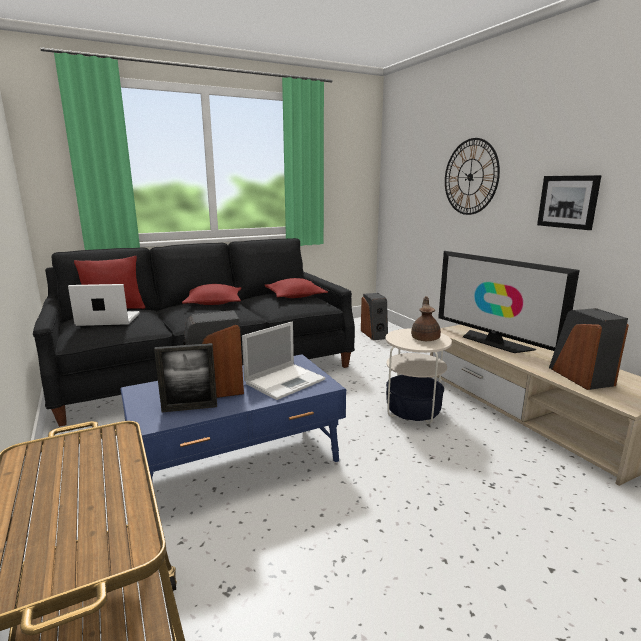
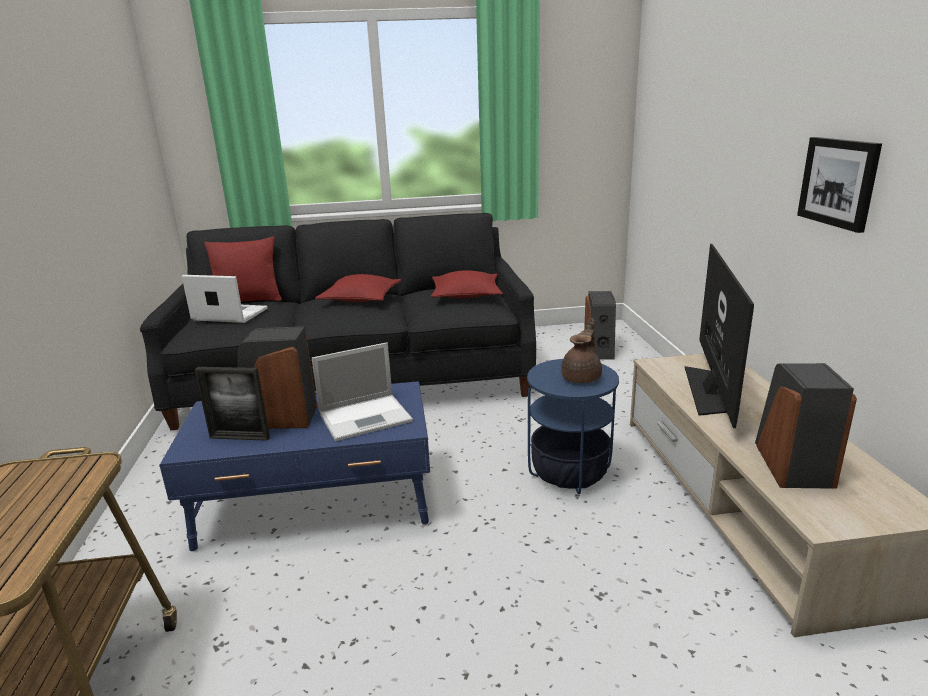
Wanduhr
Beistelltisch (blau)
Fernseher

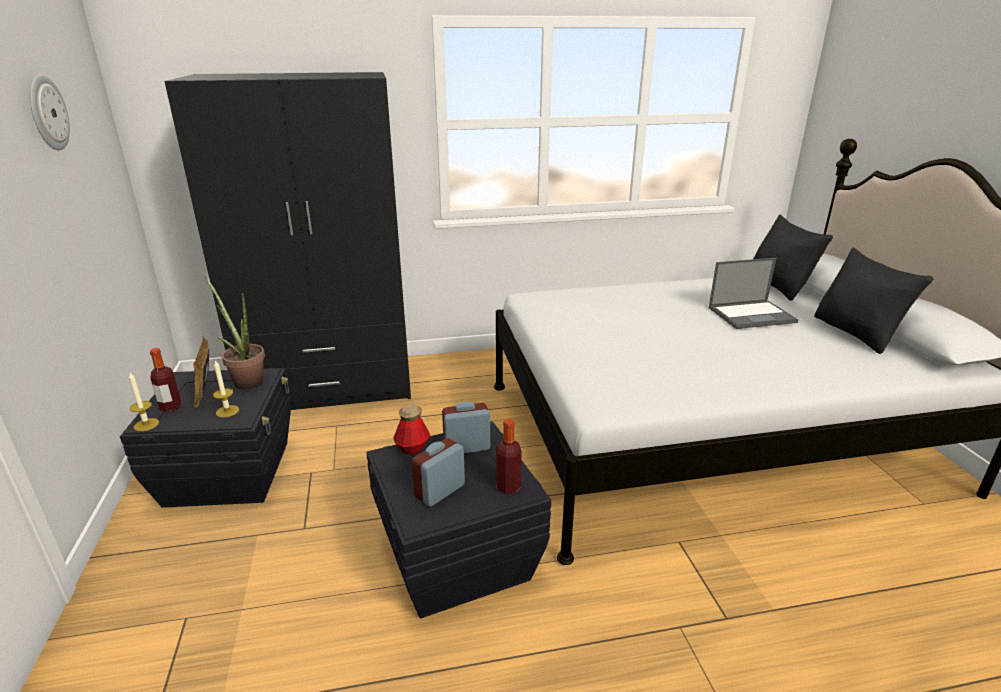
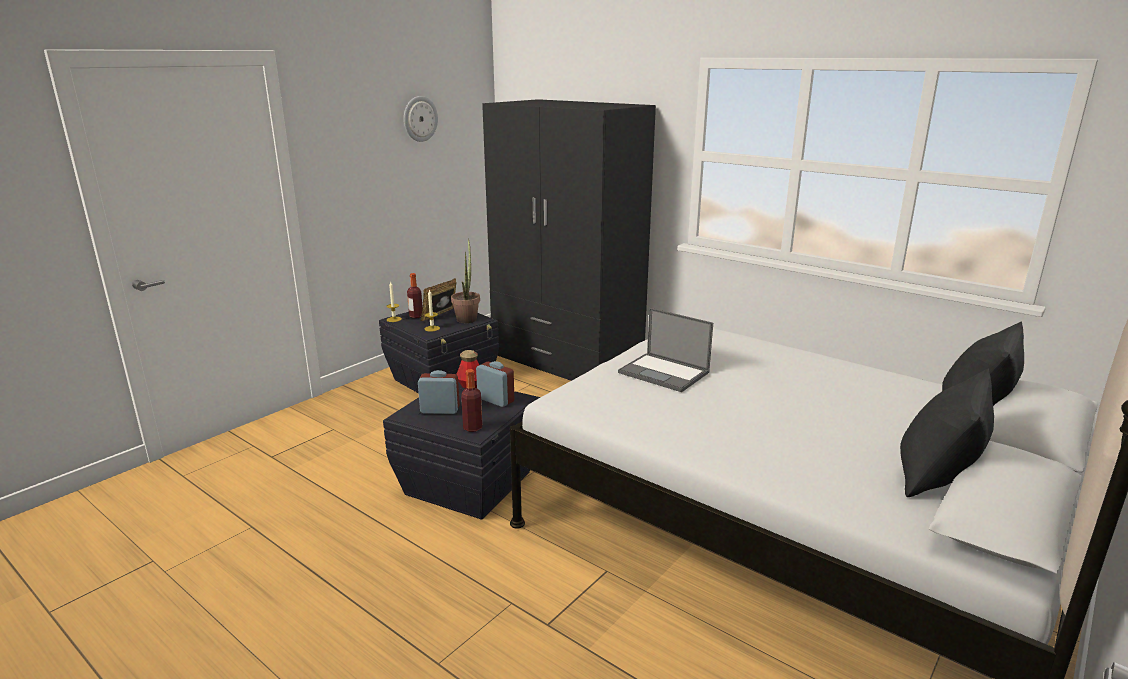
Laptop

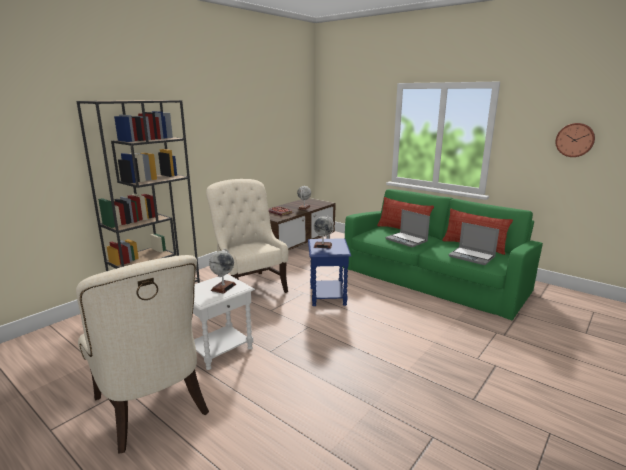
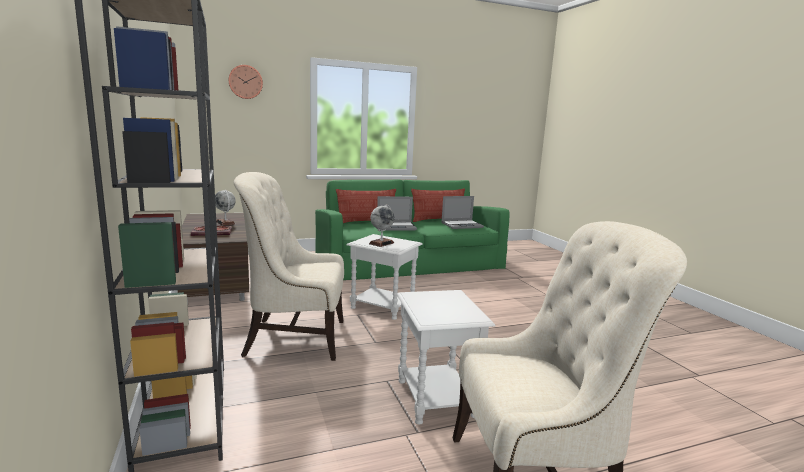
Globus (1st from left in the first image)
Wanduhr
Beistelltisch (weiß) (1st from left)

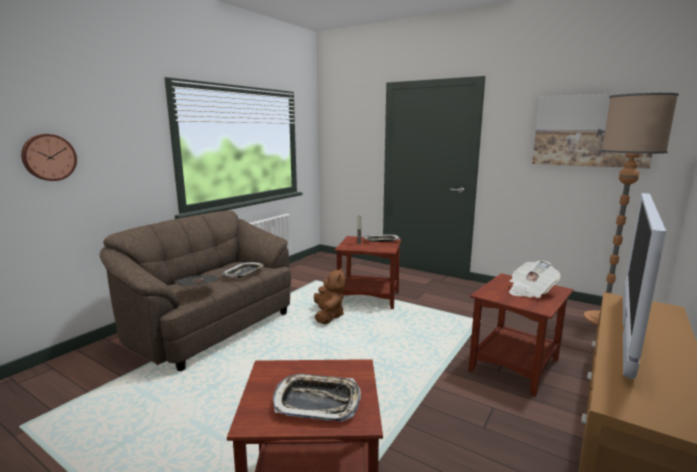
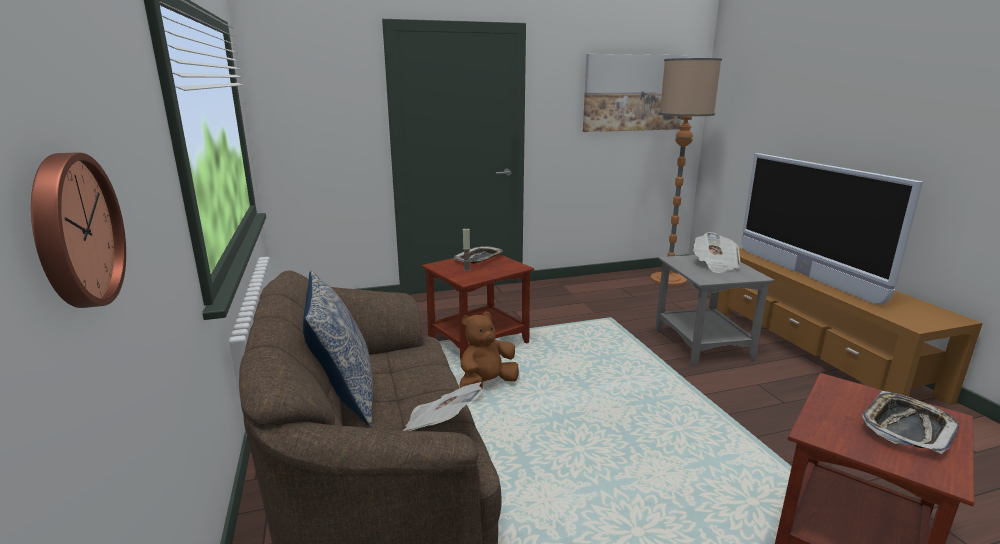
Tablett (1st from left in the first image)
Kissen
Beistelltisch (grau)
Plüschtier (braun)

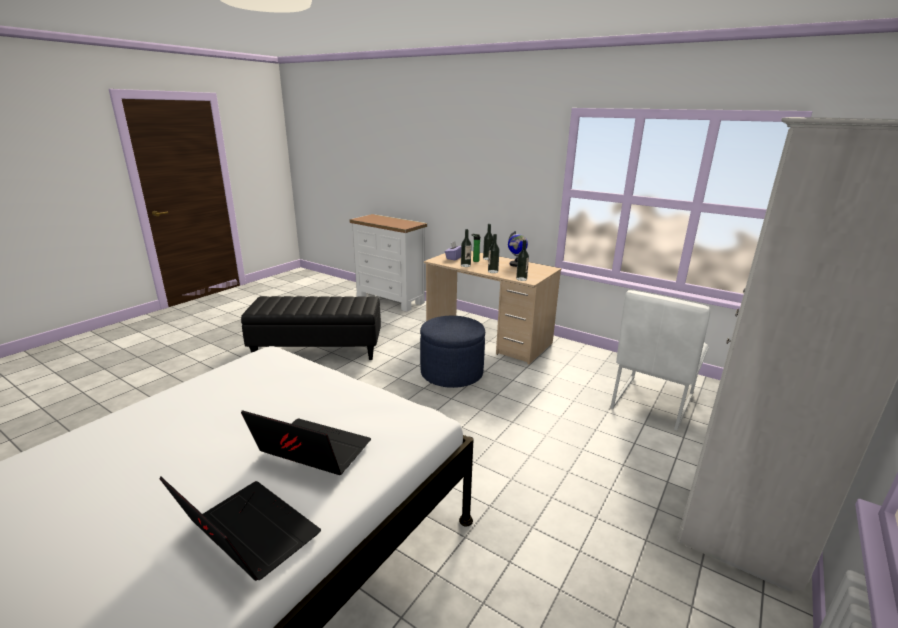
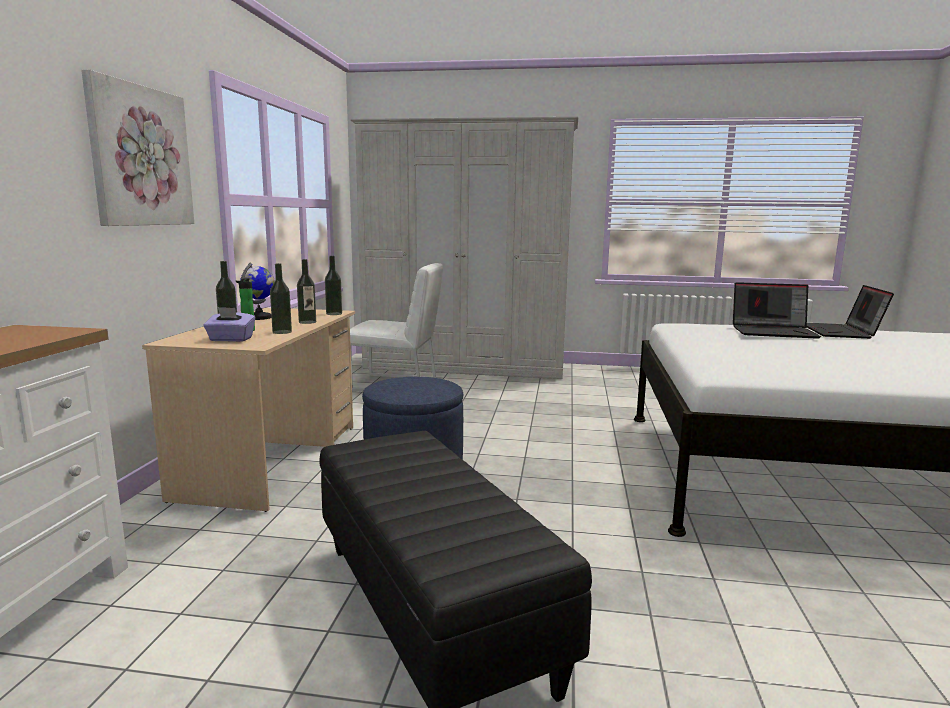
Bild
Laptop (1st from left)

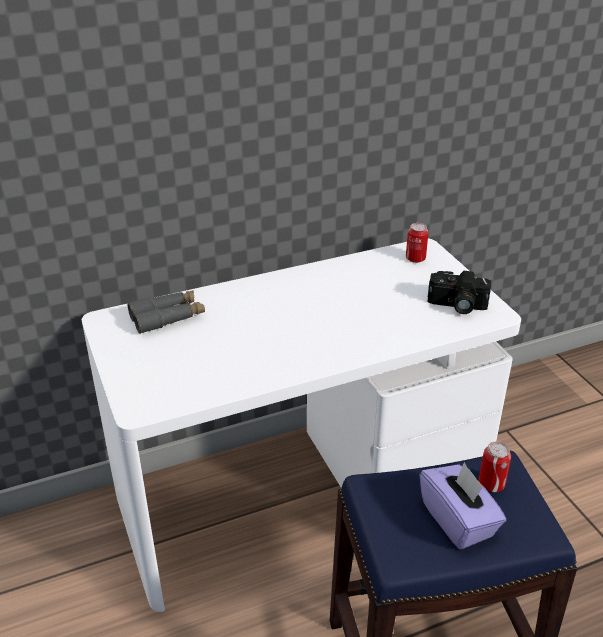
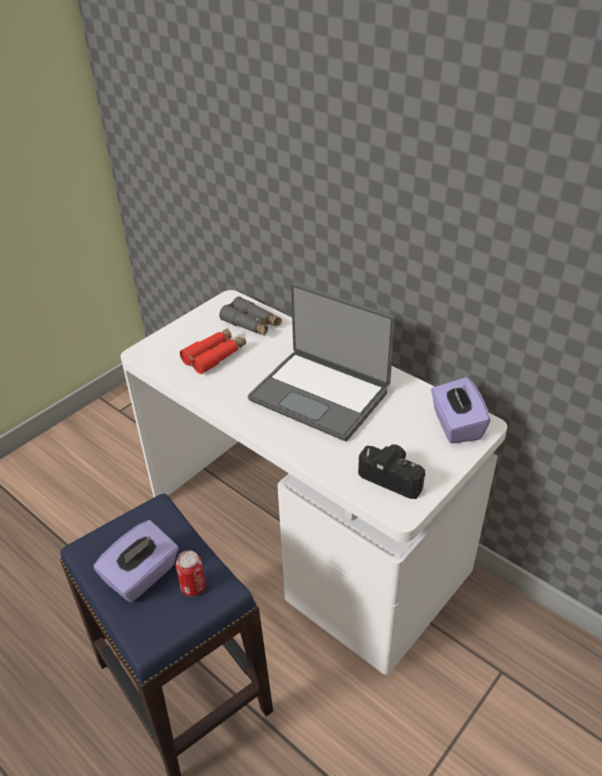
Fernglas (rot)
Laptop
Taschentuchbox (lila) (2nd from left)
Kamera

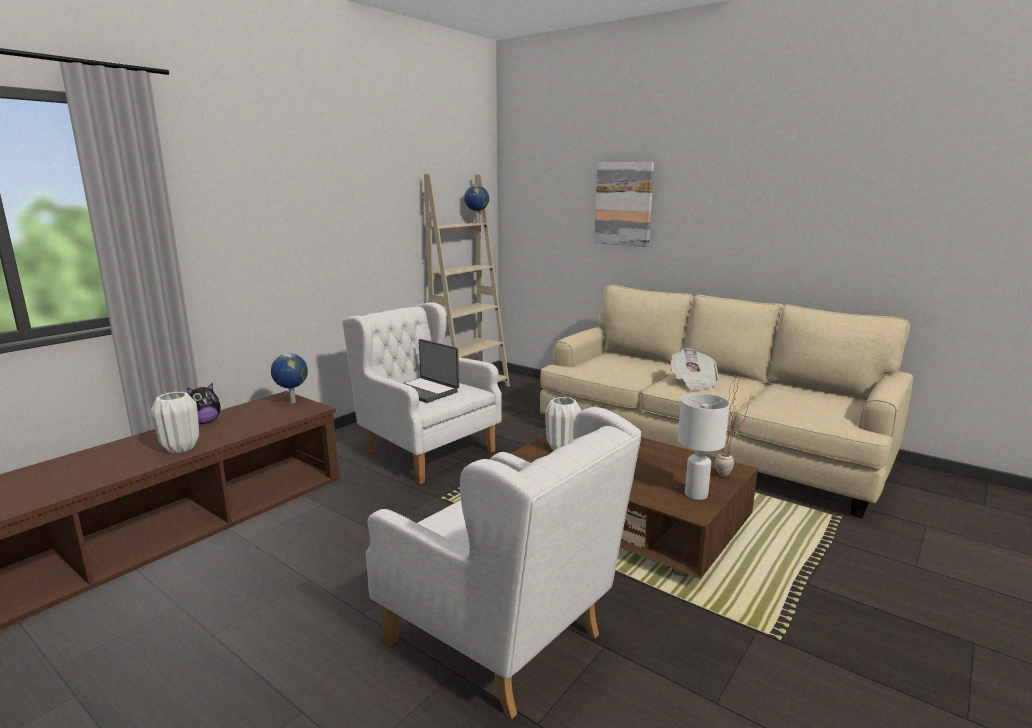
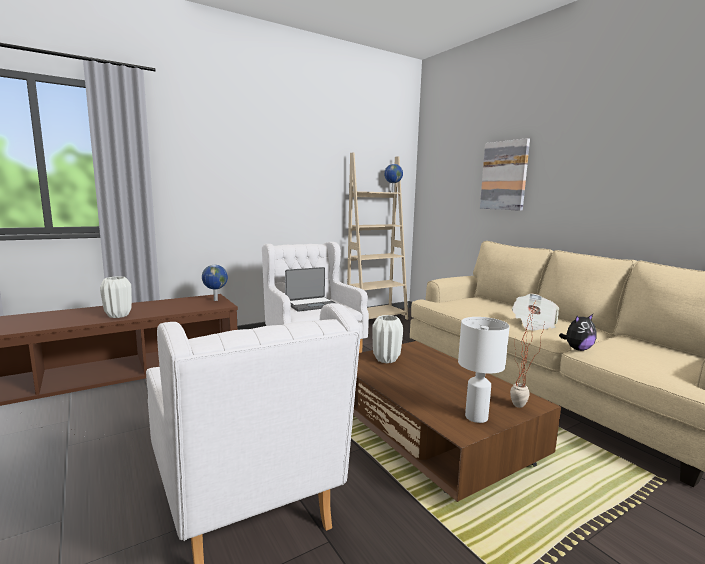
Plüschtier
Laptop

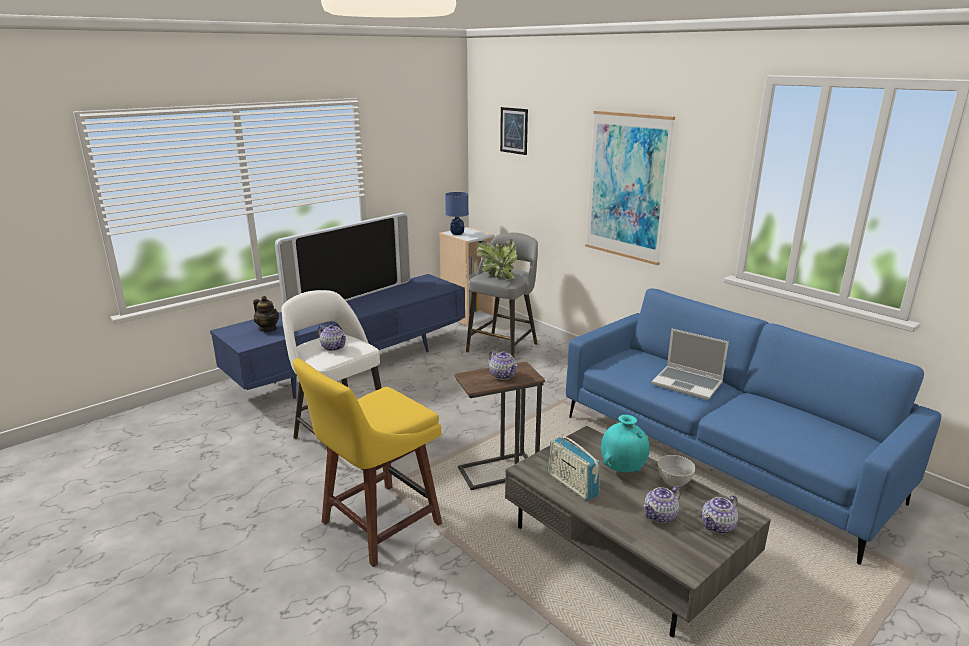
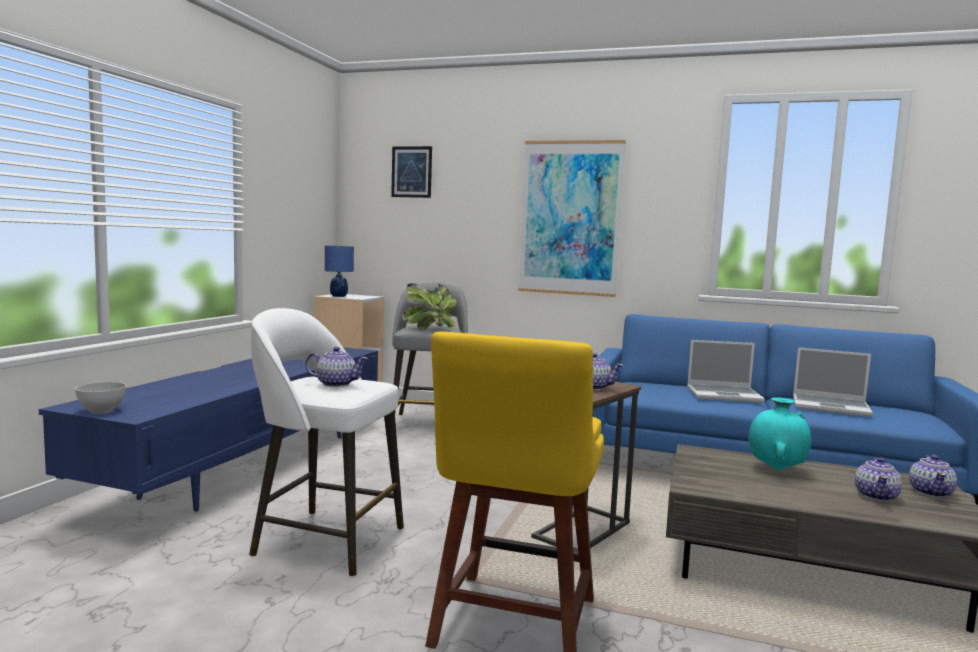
Teekanne (1st from left in the first image)
Fernseher
Radio
Laptop (2nd from left)
Schüssel (grau)

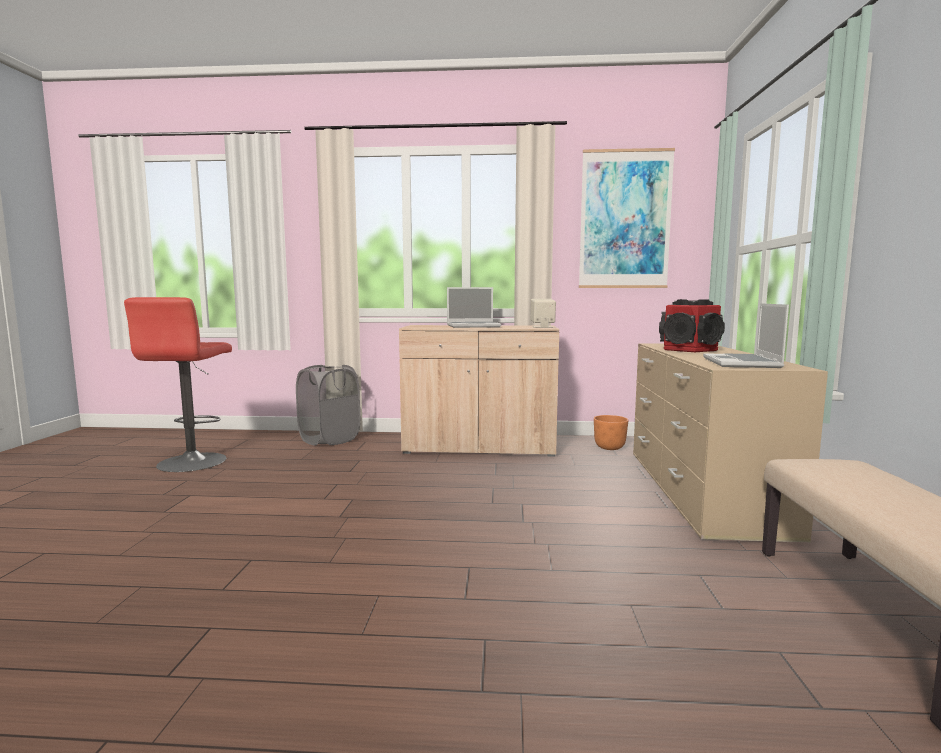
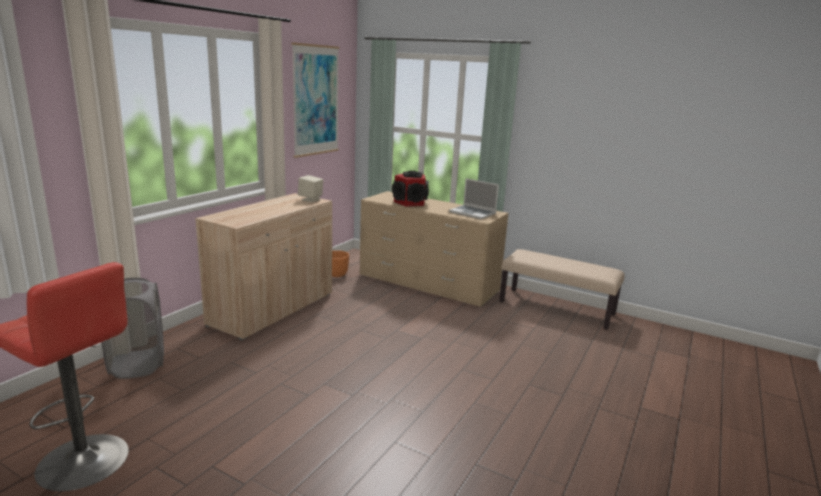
Laptop (1st from left in the first image)

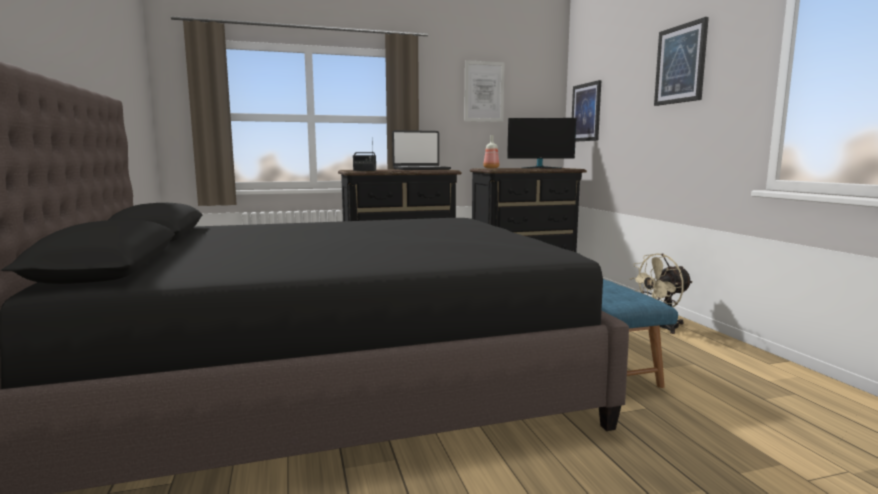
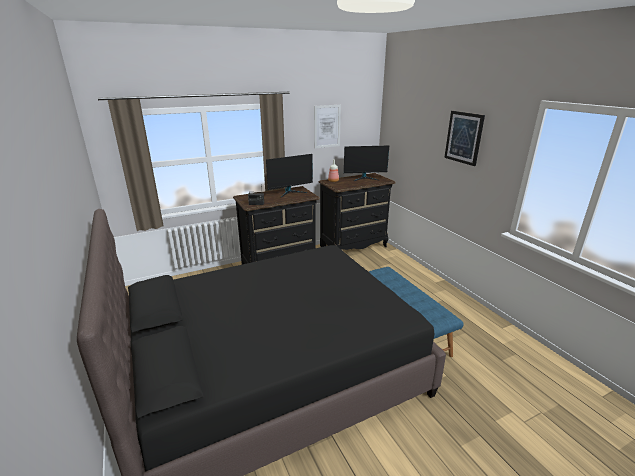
Bild (2nd from left in the first image)
Ventilator (beige)
Monitor (1st from left)

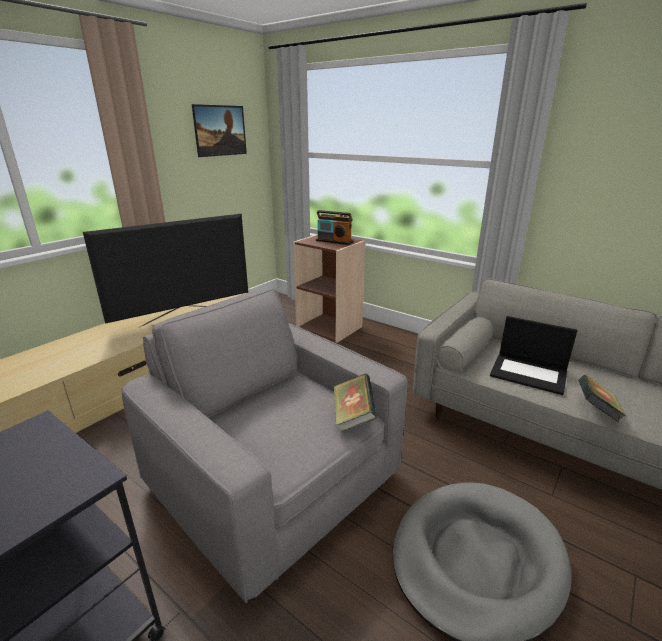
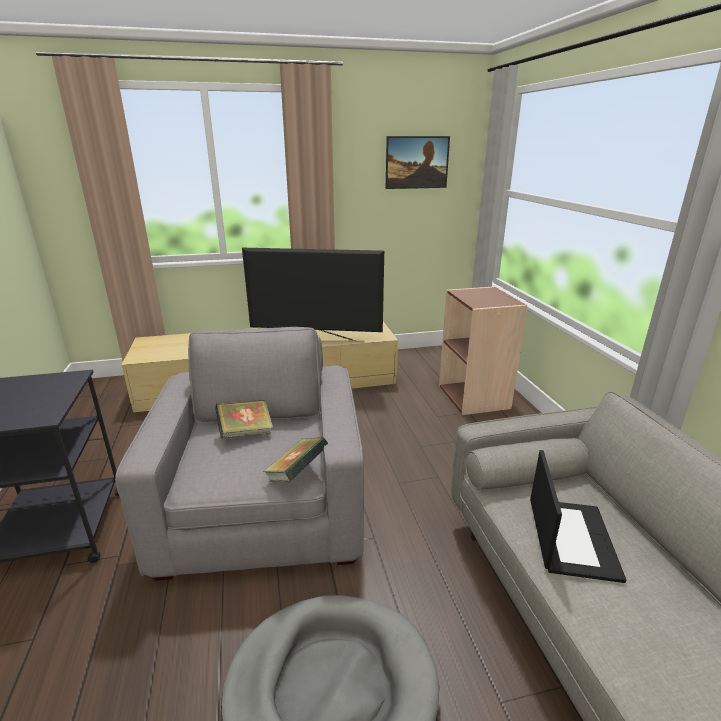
Radio
Buch (1st from left)
Laptop

